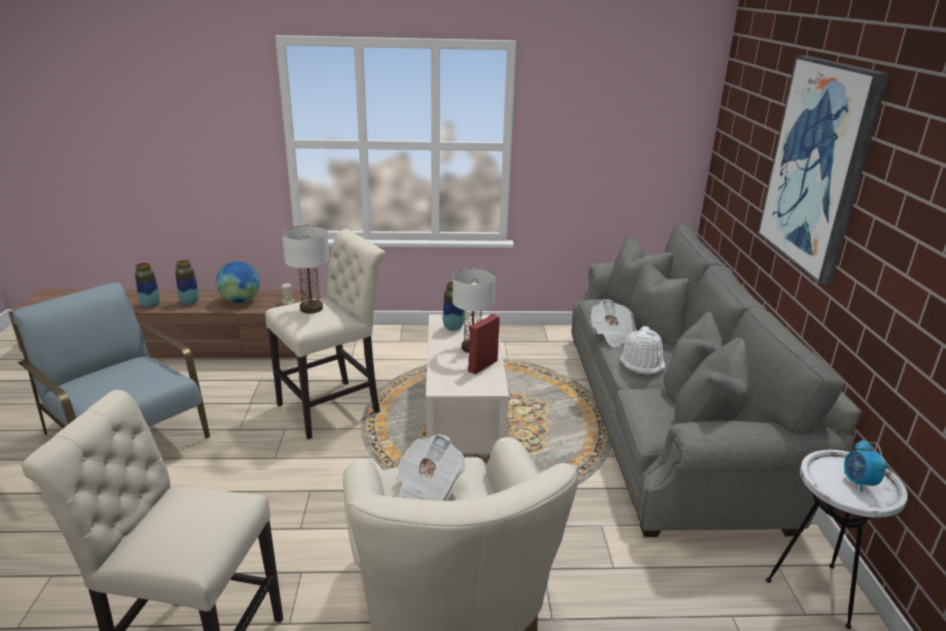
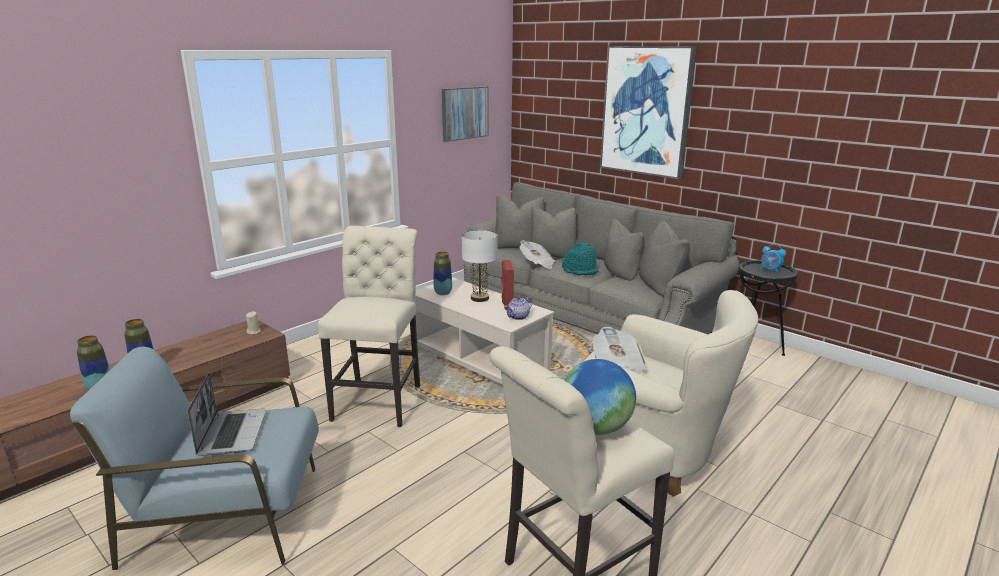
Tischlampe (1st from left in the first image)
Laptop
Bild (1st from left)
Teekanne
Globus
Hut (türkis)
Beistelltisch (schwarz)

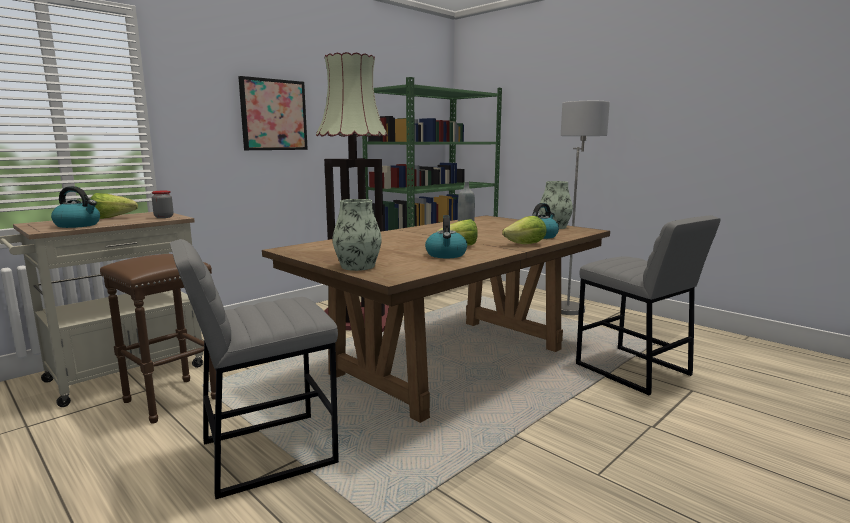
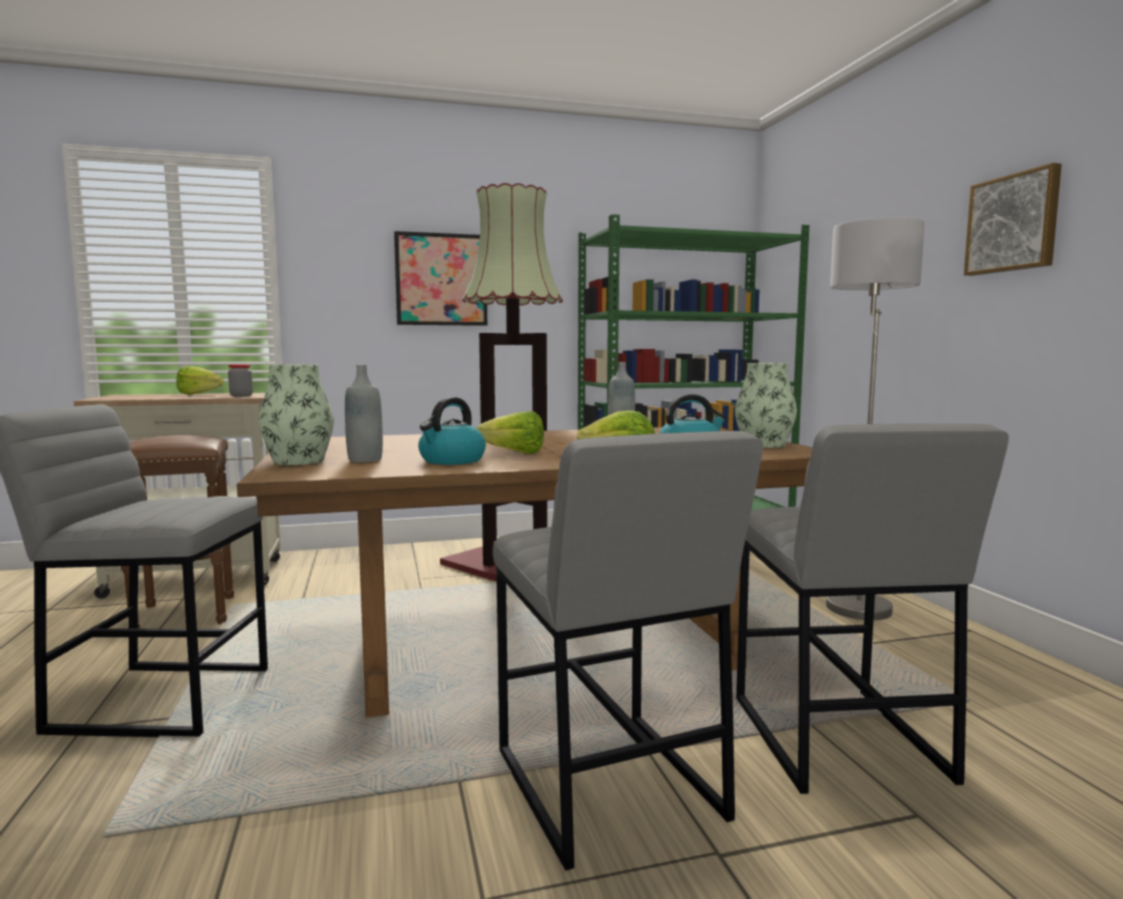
Wasserkessel (1st from left in the first image)
Flasche (grau) (1st from left)
Stuhl (grau) (2nd from left)
Bild (2nd from left)

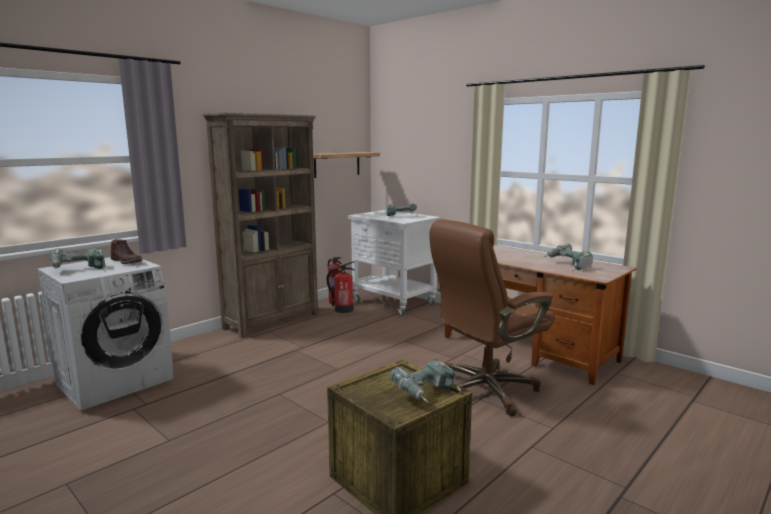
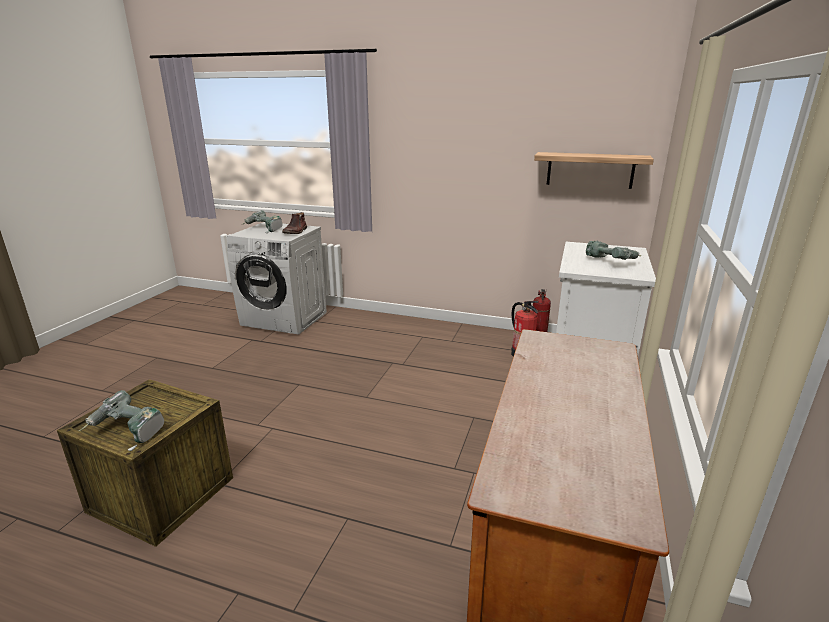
Bücherregal (braun)
Bürostuhl (braun)
Bohrmaschine (4th from left in the first image)

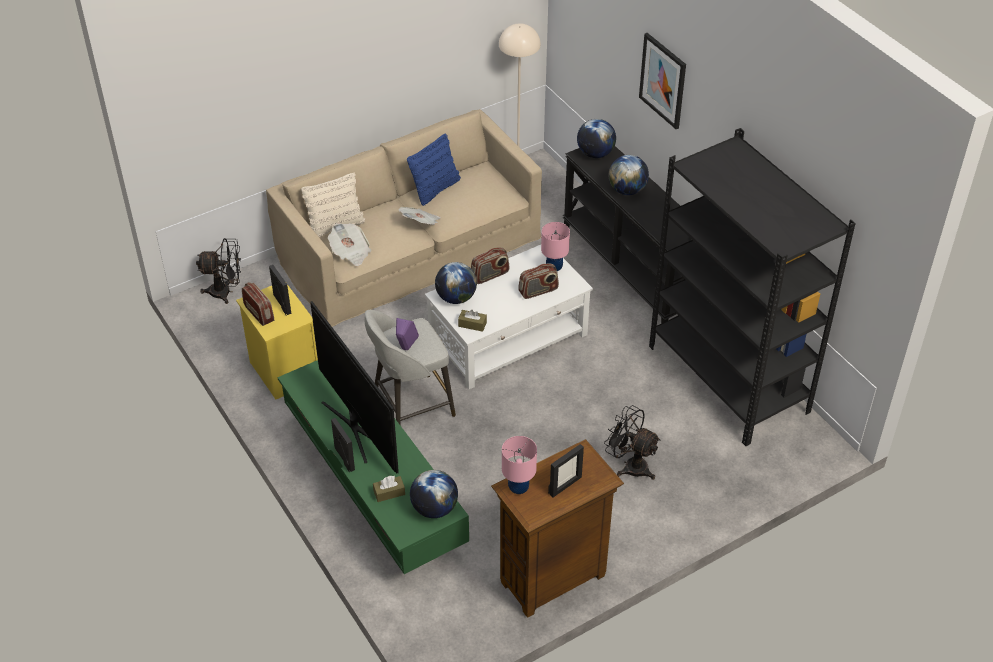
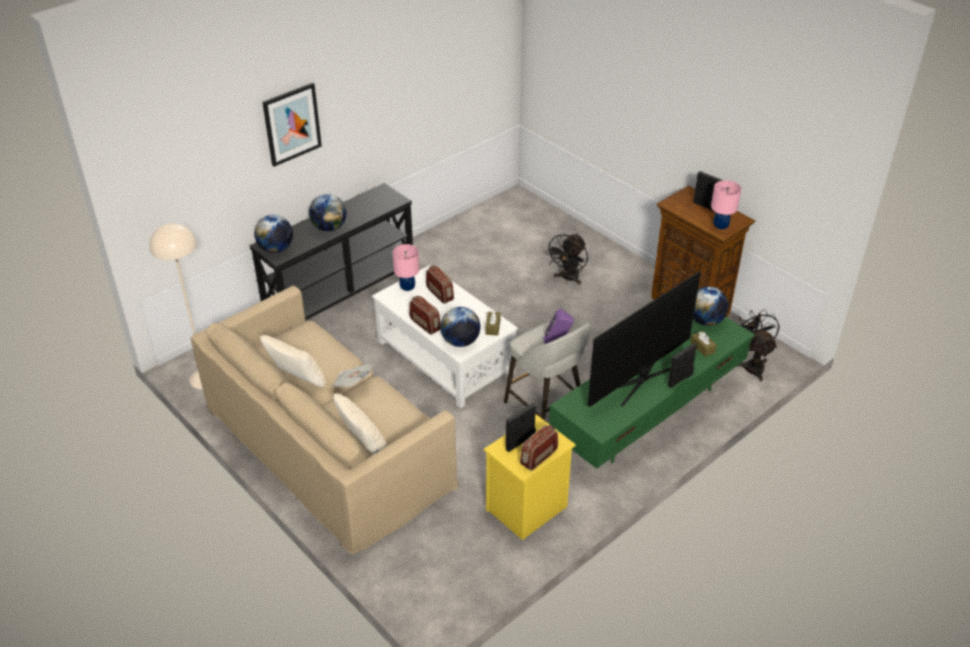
Zeitung (1st from left in the first image)
Bücherregal (schwarz)
Ventilator (schwarz) (2nd from left)
Kissen (beige) (1st from left)

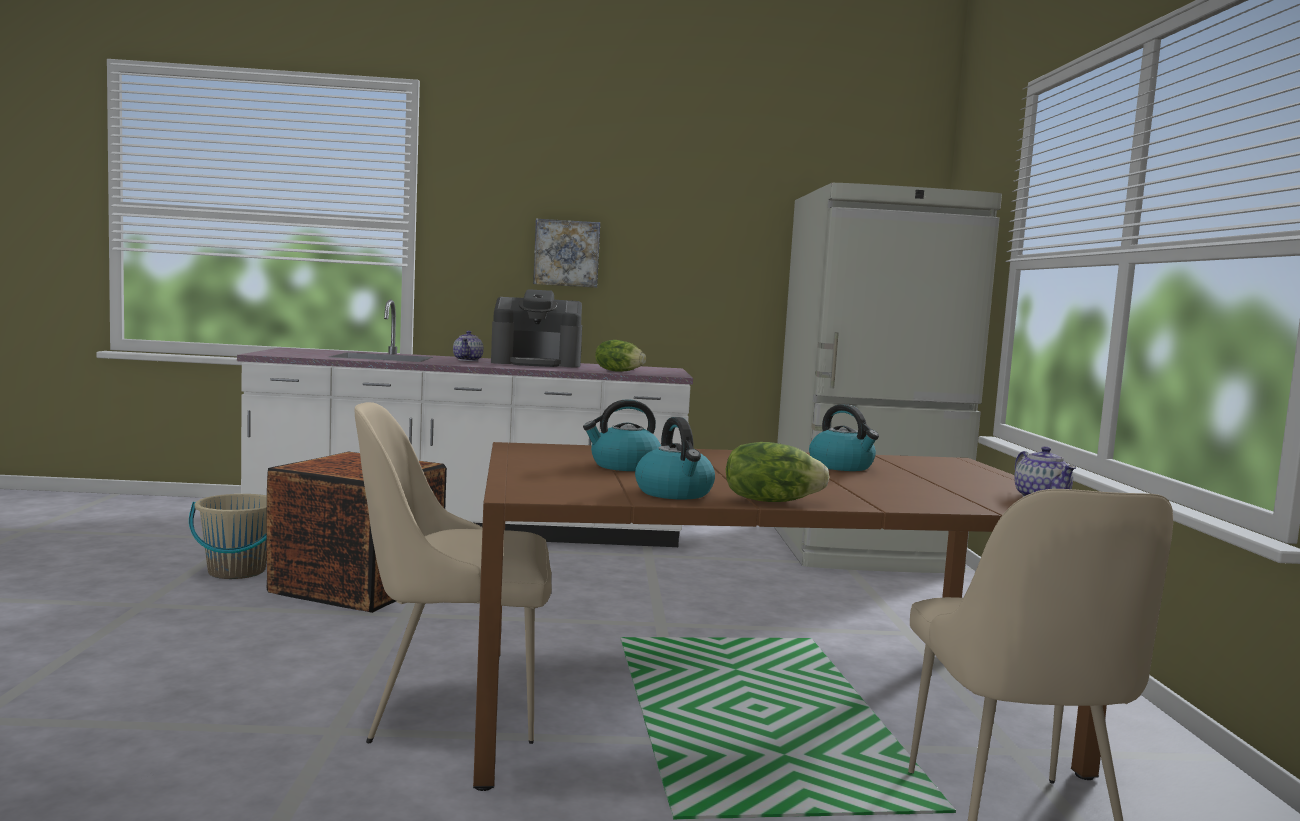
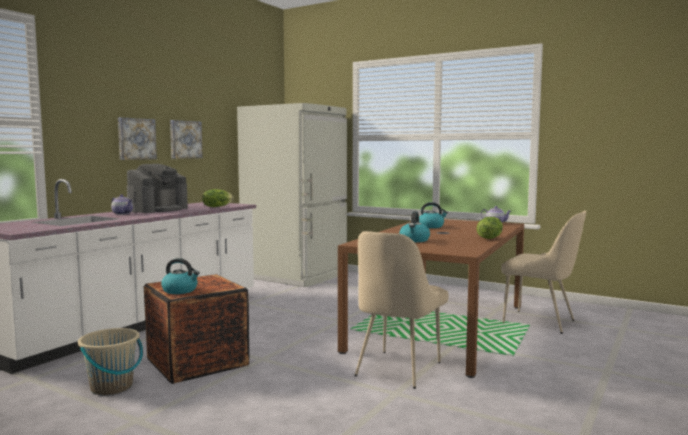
Bild (2nd from left)
Wasserkessel (1st from left)

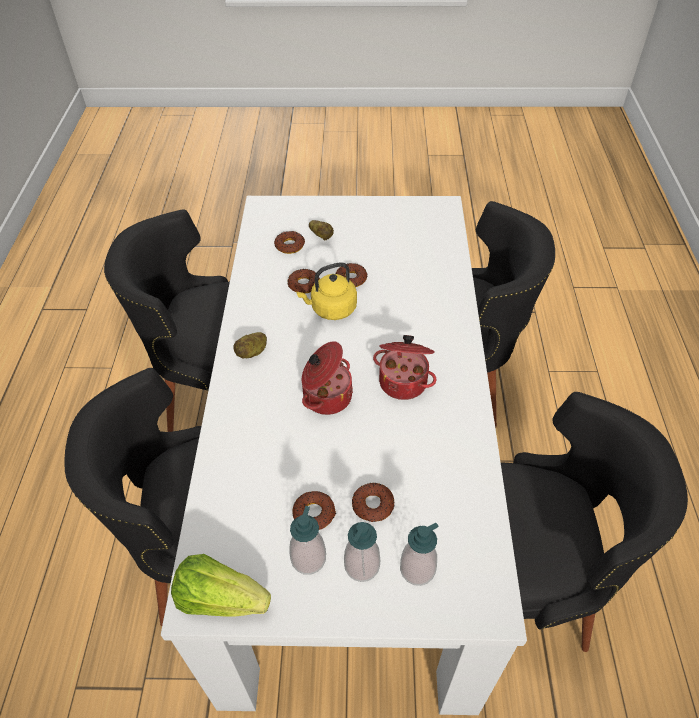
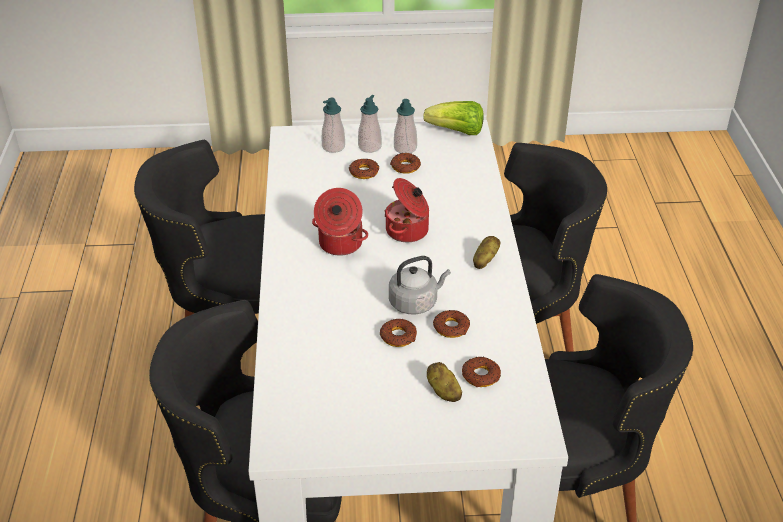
Wasserkessel (grau)

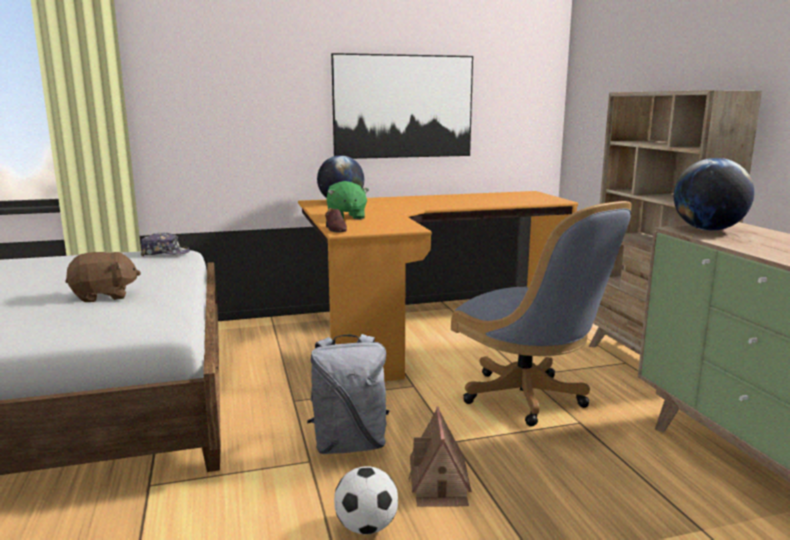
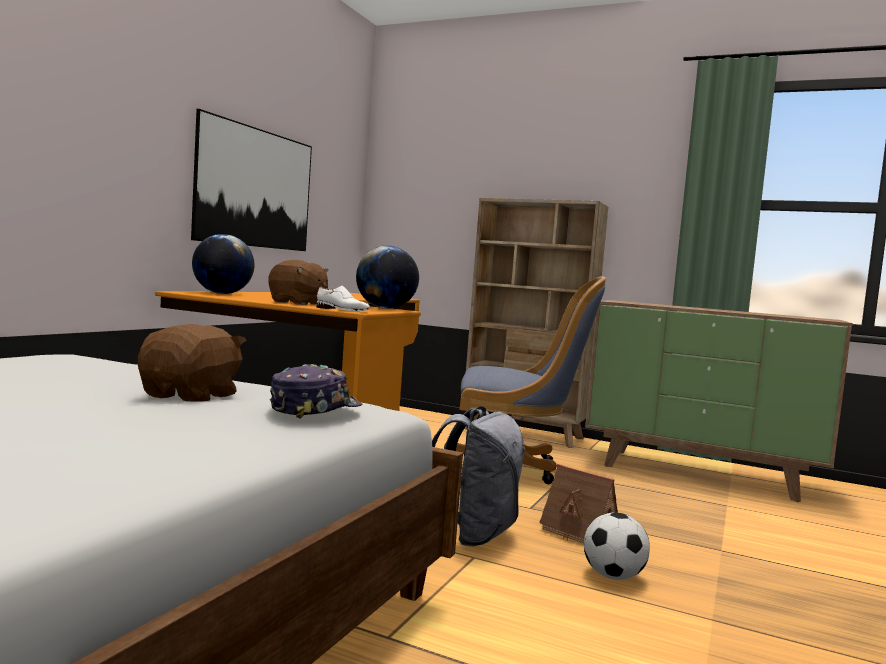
Kappe
Globus (2nd from left)
Schuh (weiß)
Plüschtier (braun) (2nd from left)

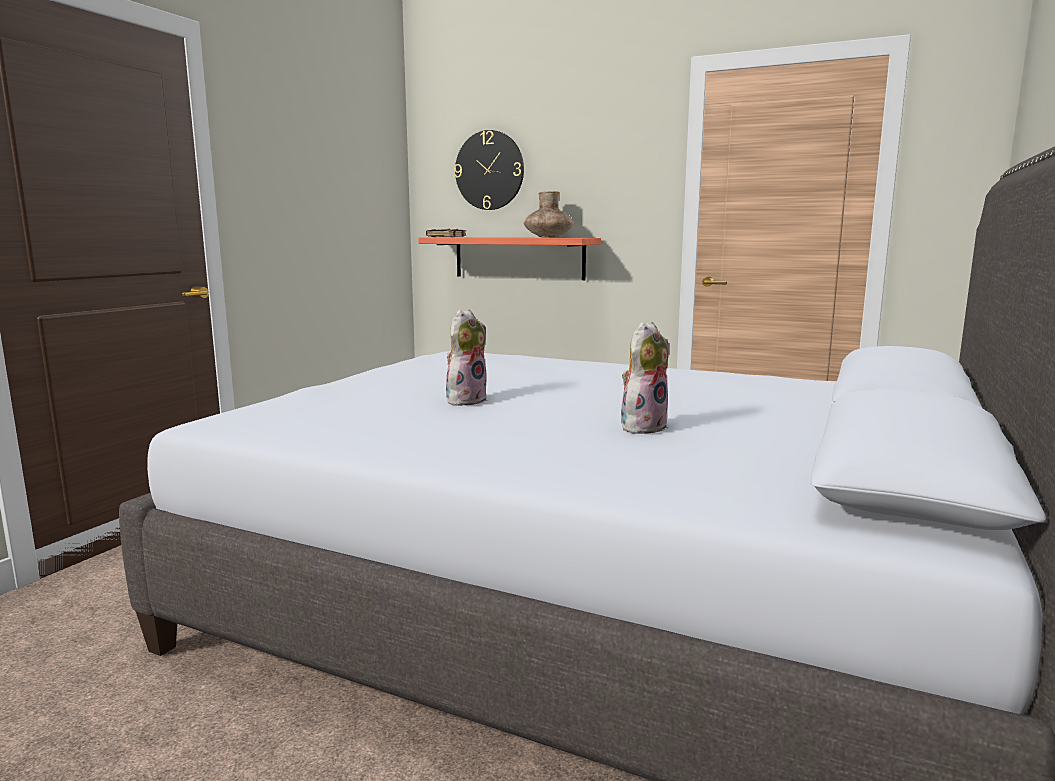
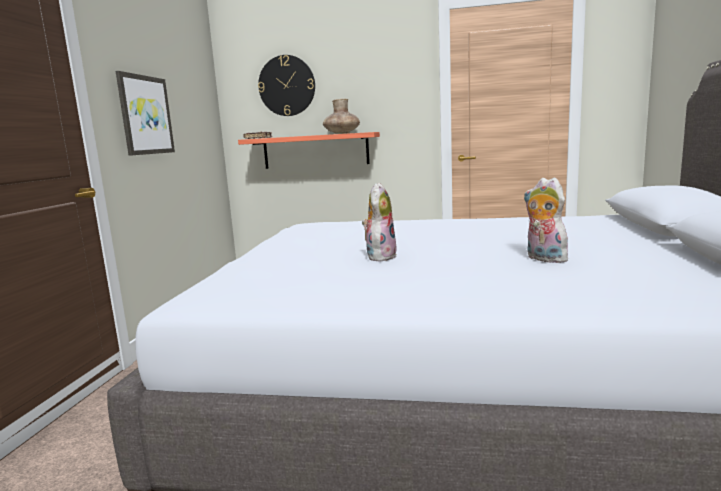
Bild
Plüschtier (2nd from left)

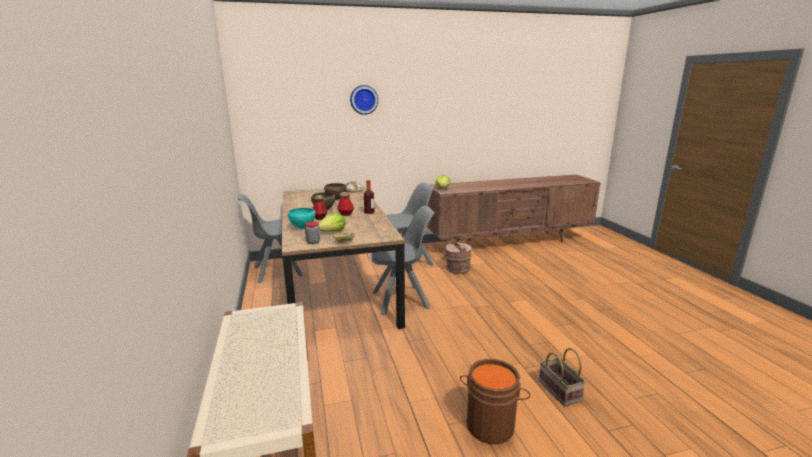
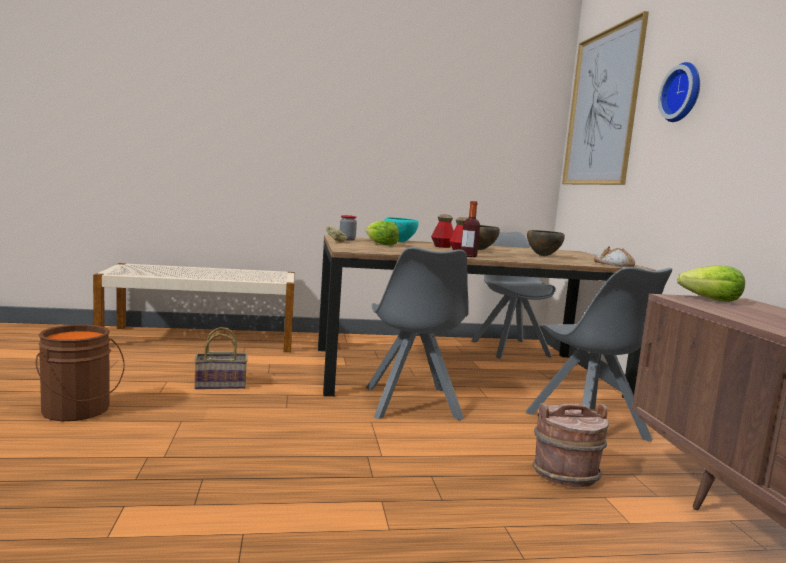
Bild
Korb

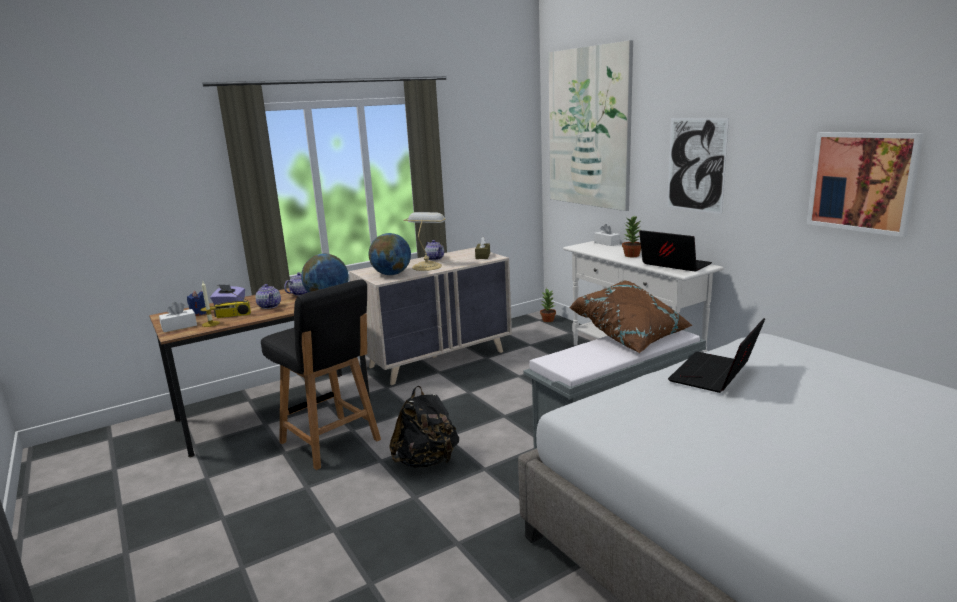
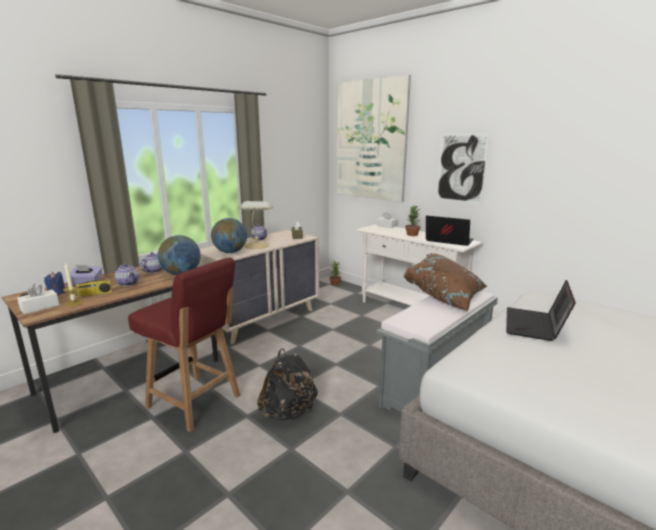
Bild (3rd from left in the first image)
Stuhl (rot)

